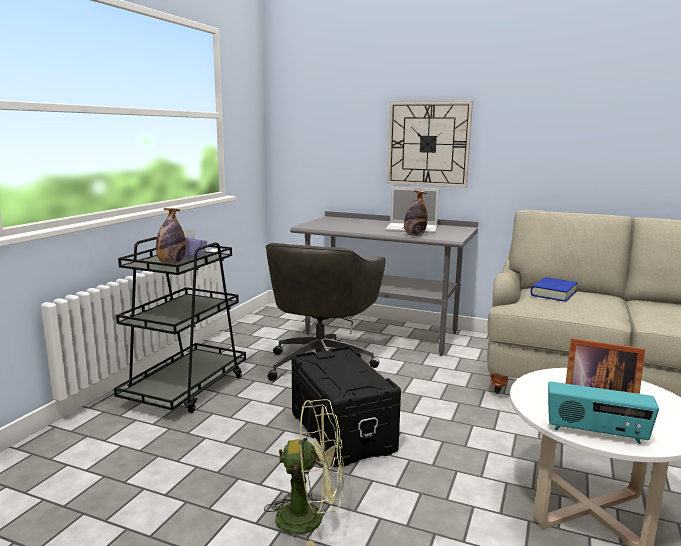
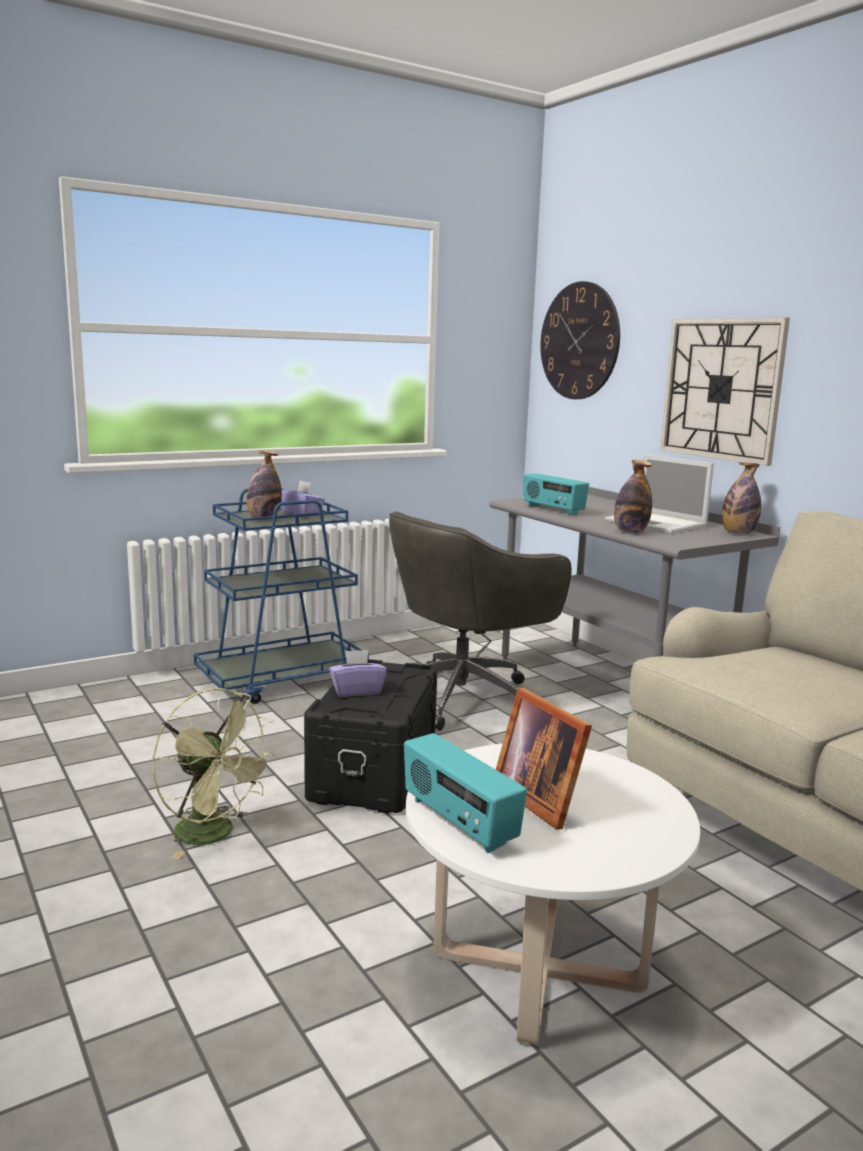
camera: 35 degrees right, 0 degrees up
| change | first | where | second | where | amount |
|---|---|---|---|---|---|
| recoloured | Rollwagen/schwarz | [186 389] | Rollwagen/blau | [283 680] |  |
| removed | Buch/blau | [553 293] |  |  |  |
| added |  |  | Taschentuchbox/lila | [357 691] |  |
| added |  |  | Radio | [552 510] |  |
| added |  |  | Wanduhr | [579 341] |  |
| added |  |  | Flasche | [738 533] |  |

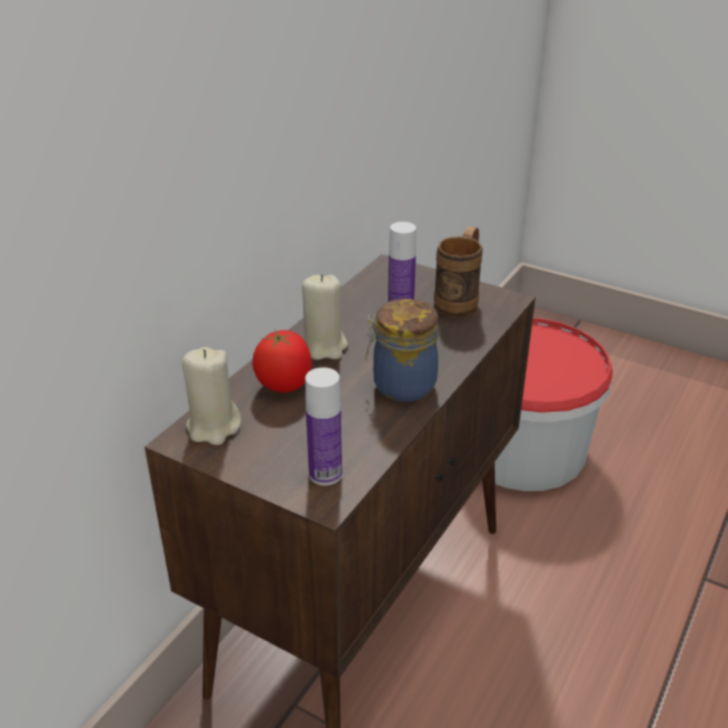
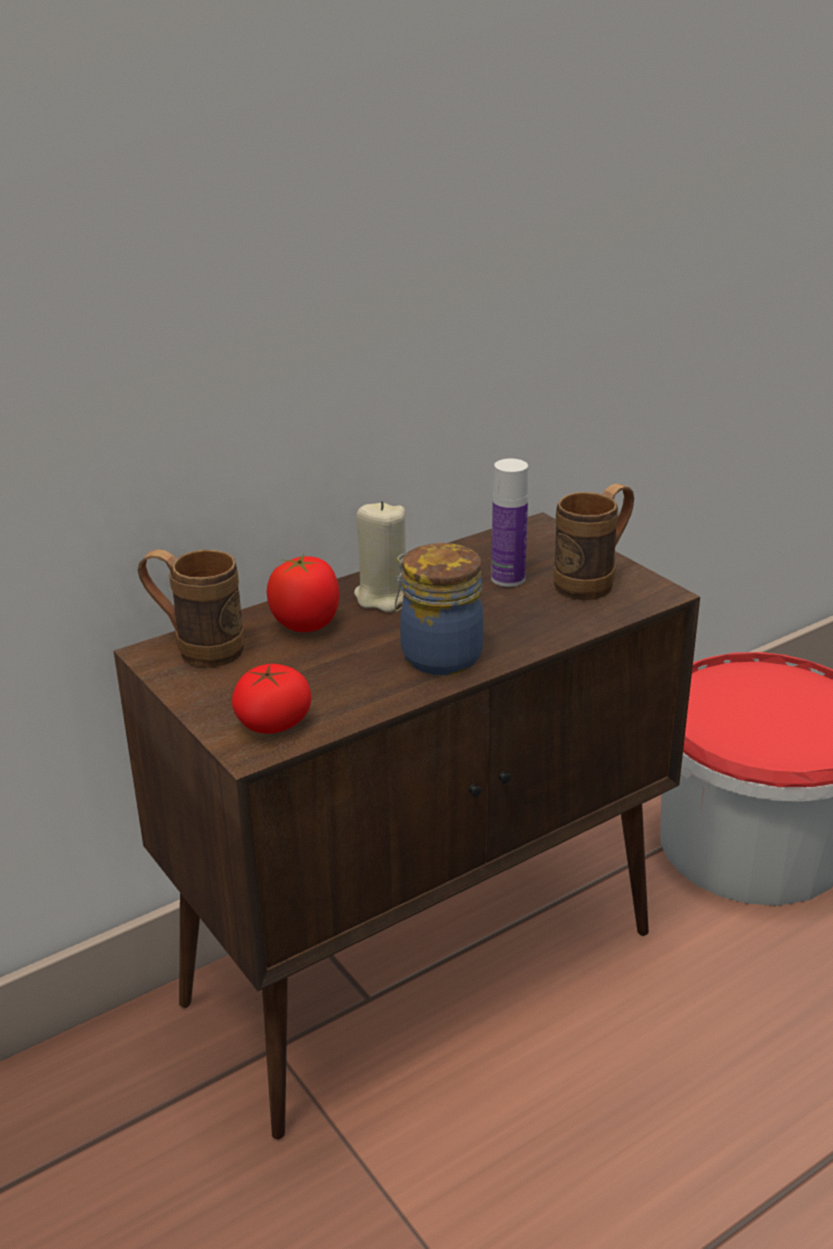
camera: 25 degrees right, 5 degrees down
| change | first | where | second | where | amount |
|---|---|---|---|---|---|
| replaced | Kerze/beige | [213 427] | Henkelbecher/braun | [196 649] |  |
| replaced | Flasche | [325 474] | Tomate | [273 723] |  |

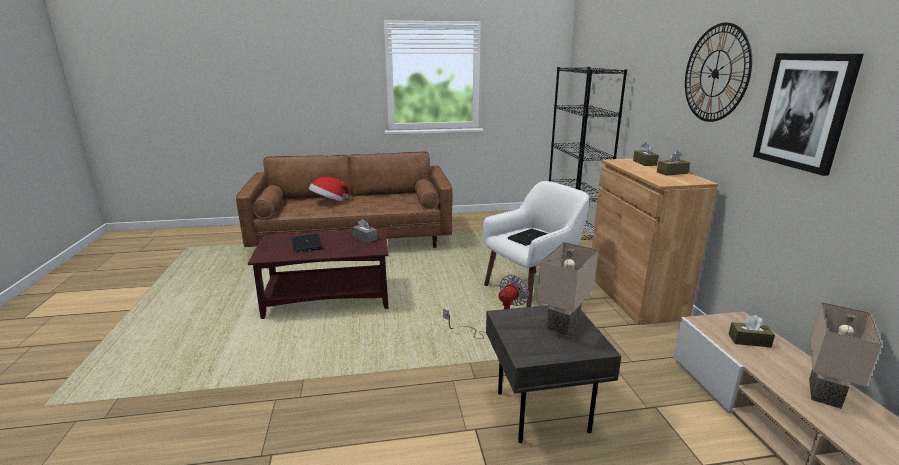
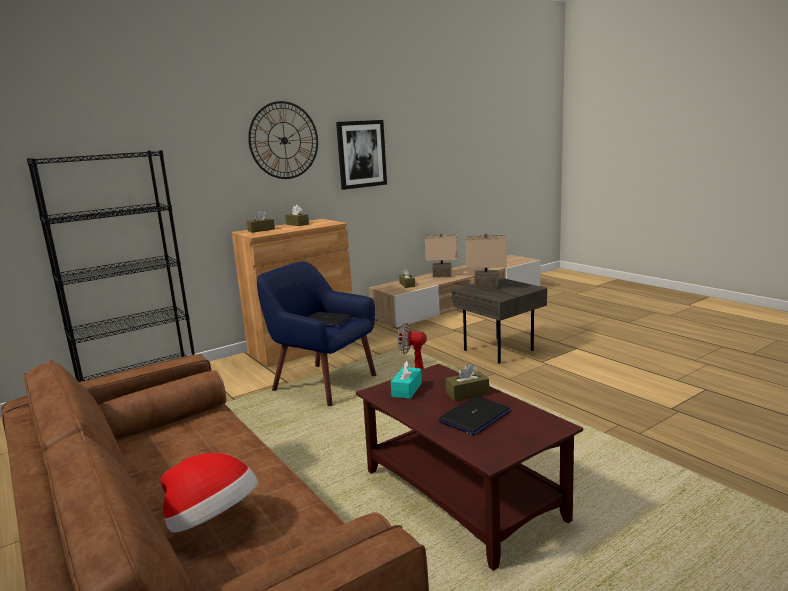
camera: 115 degrees left, 5 degrees down
| change | first | where | second | where | amount |
|---|---|---|---|---|---|
| recoloured | Taschentuchbox/grau | [365 238] | Taschentuchbox/türkis | [407 389] |  |
| recoloured | Sessel/weiß | [531 290] | Sessel/blau | [323 383] |  |
| added |  |  | Taschentuchbox/braun | [467 393] |  |

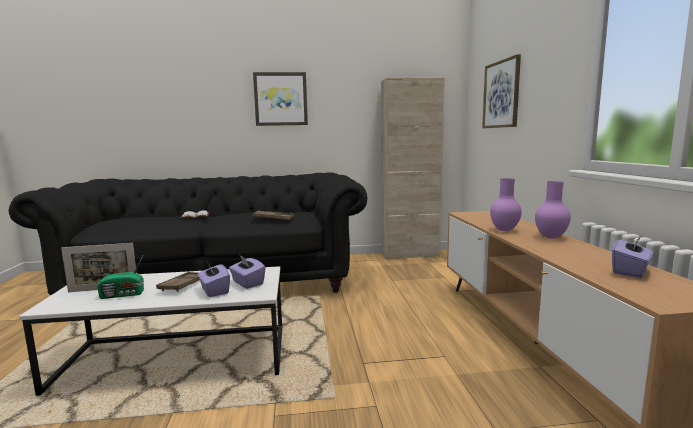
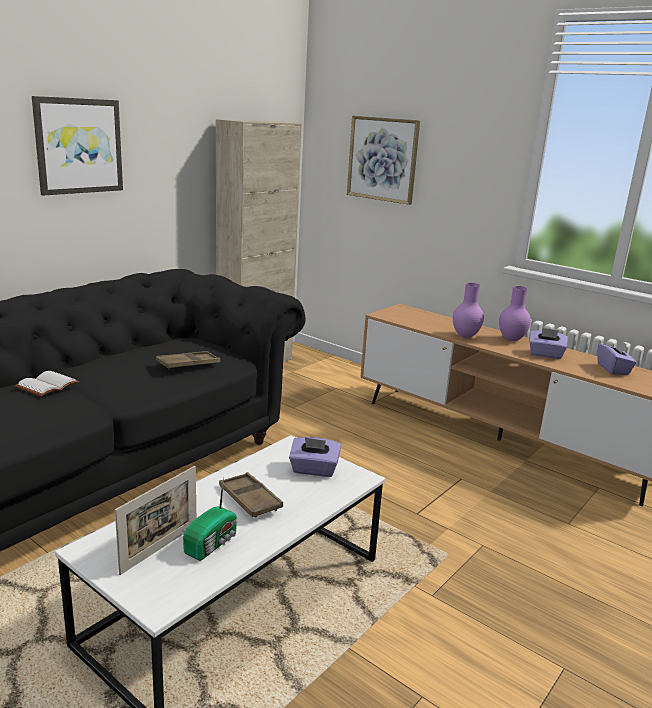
camera: 45 degrees left, 10 degrees up
| change | first | where | second | where | amount |
|---|---|---|---|---|---|
| moved | Taschentuchbox/lila | [214 291] |  | [545 354] |  |

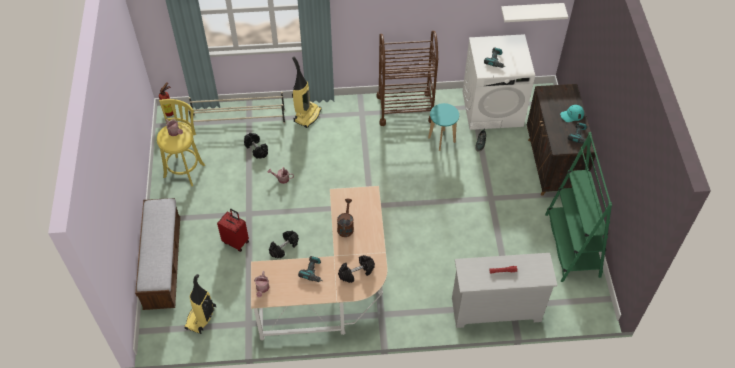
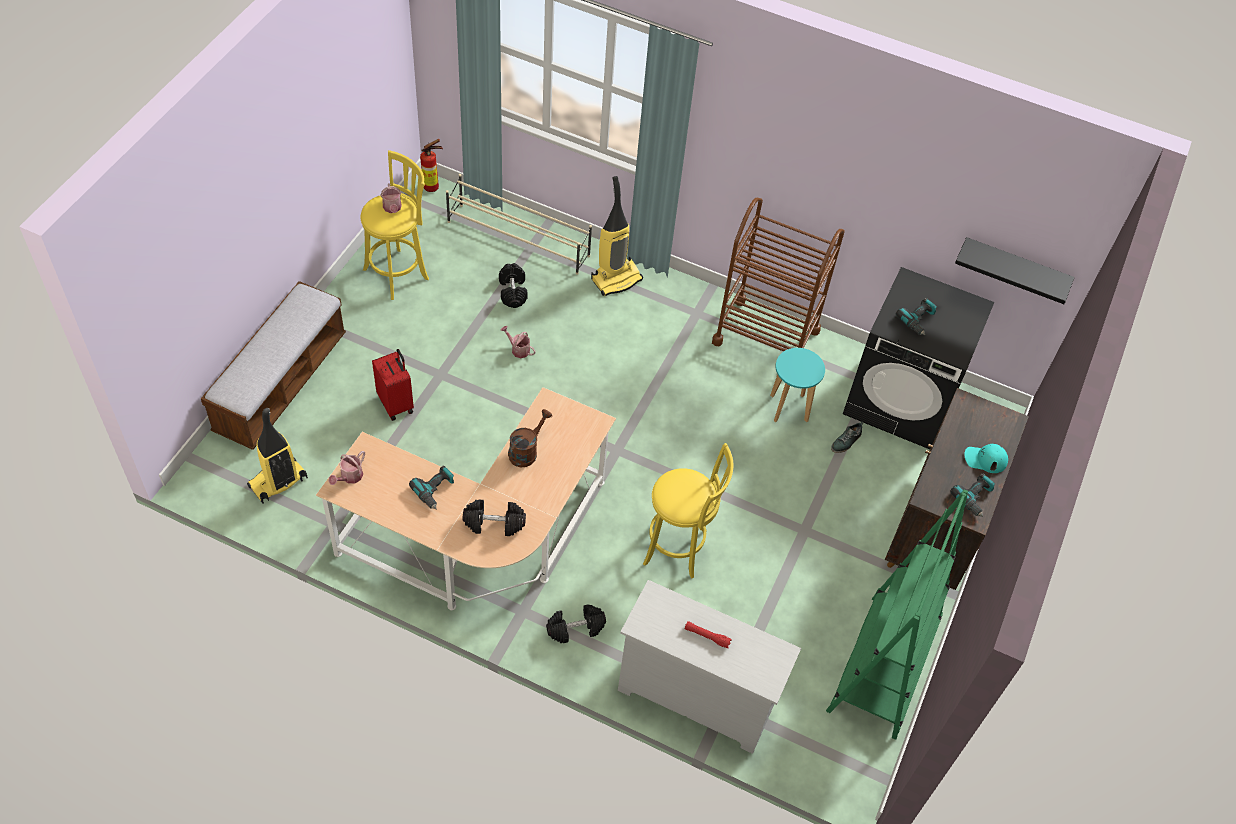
camera: 25 degrees right, 0 degrees up
| change | first | where | second | where | amount |
|---|---|---|---|---|---|
| moved | Hantel/schwarz | [284 247] |  | [575 628] |  |
| recoloured | Waschmaschine/weiß | [493 108] | Waschmaschine/schwarz | [901 400] |  |
| recoloured | Wandregal/weiß | [531 11] | Wandregal/schwarz | [1014 268] |  |
| added |  |  | Hocker/gelb | [679 548] |  |

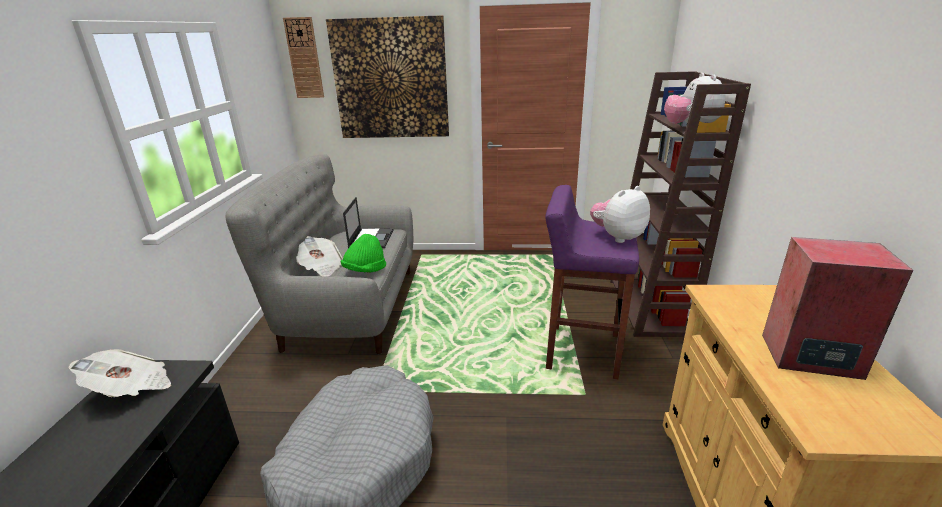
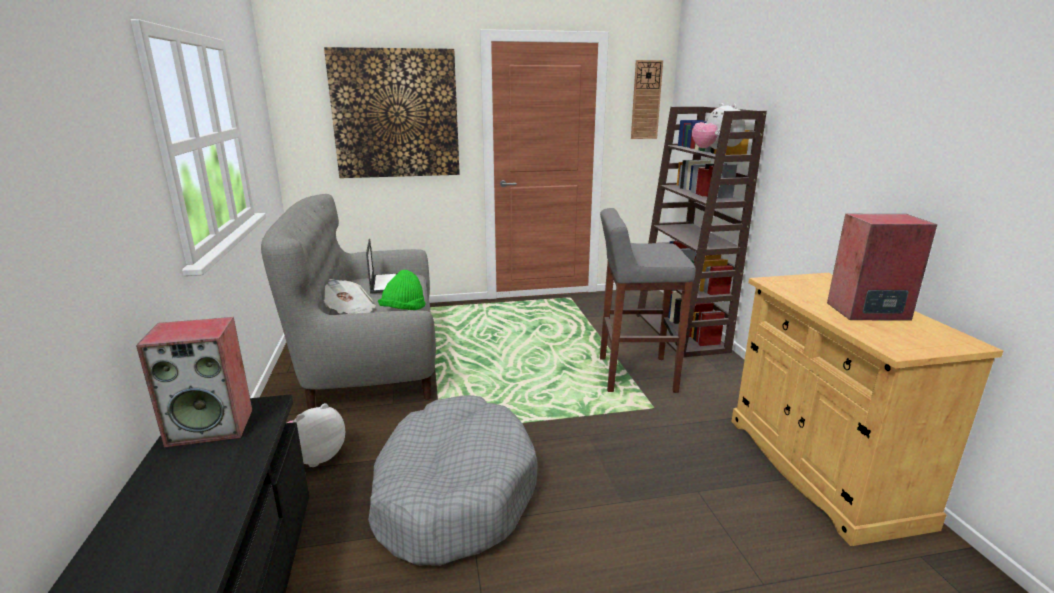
camera: 15 degrees left, 5 degrees down
| change | first | where | second | where | amount |
|---|---|---|---|---|---|
| replaced | Zeitung | [132 388] | Lautsprecher | [212 427] |  |
| moved | Wanduhr | [304 58] |  | [646 100] |  |
| recoloured | Hocker/lila | [581 351] | Hocker/grau | [635 374] |  |
| moved | Plüschtier | [617 237] |  | [316 457] |  |

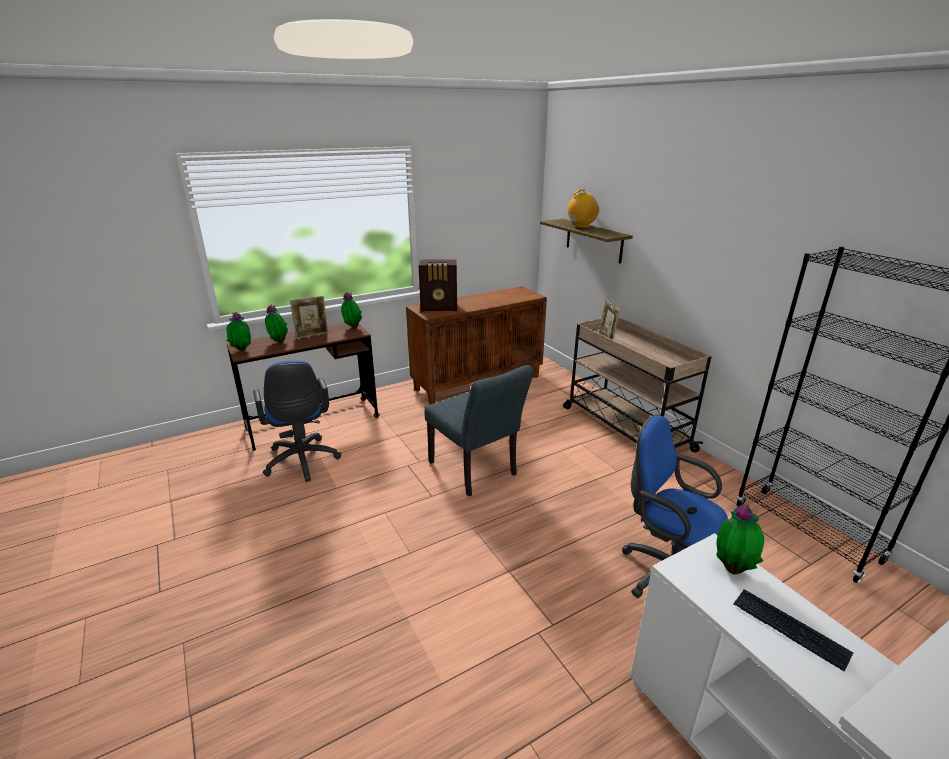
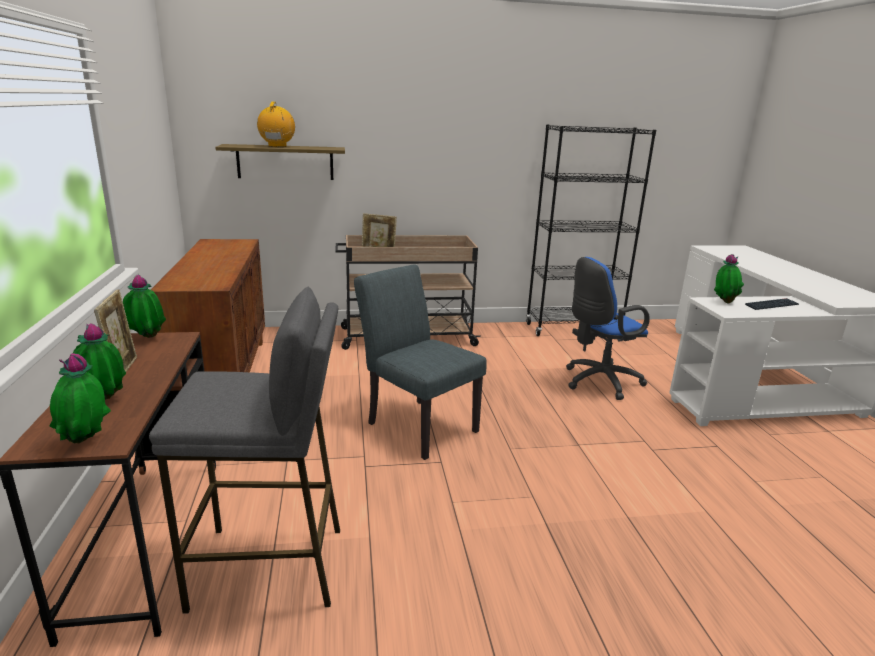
camera: 70 degrees left, 5 degrees down
| change | first | where | second | where | amount |
|---|---|---|---|---|---|
| replaced | Bürostuhl/blau | [302 462] | Hocker/grau | [269 567] |  |
| removed | Radio | [440 308] |  |  |  |
| turned | Stuhl/grau | [476 472] |  | [416 424] | 120 degrees counterclockwise |

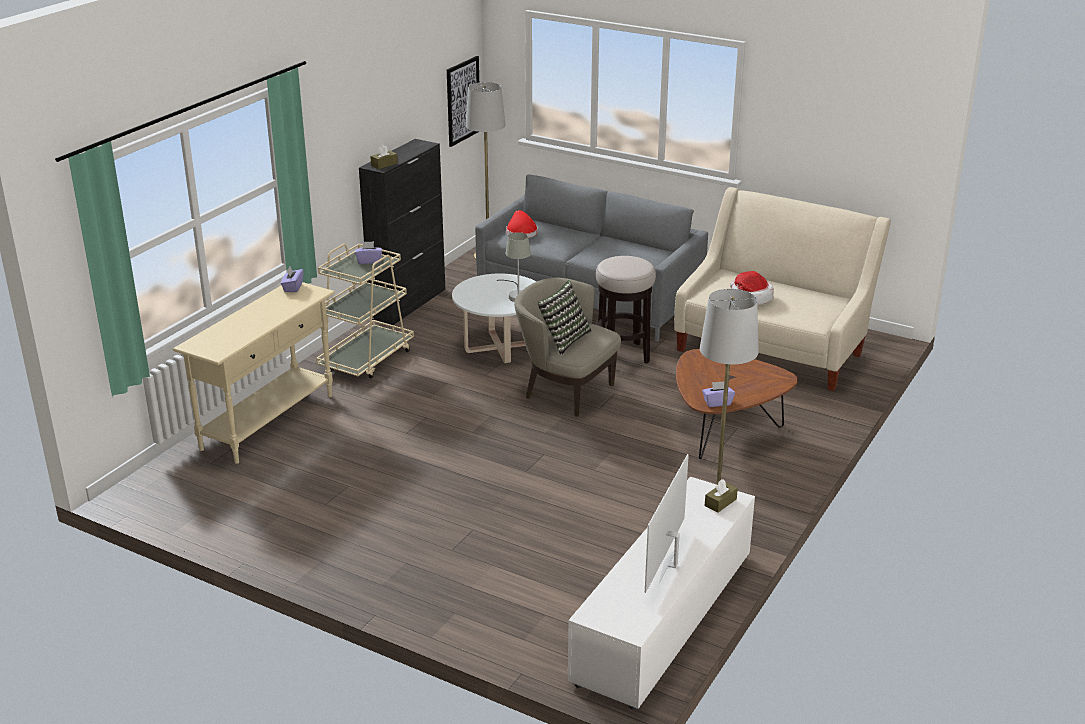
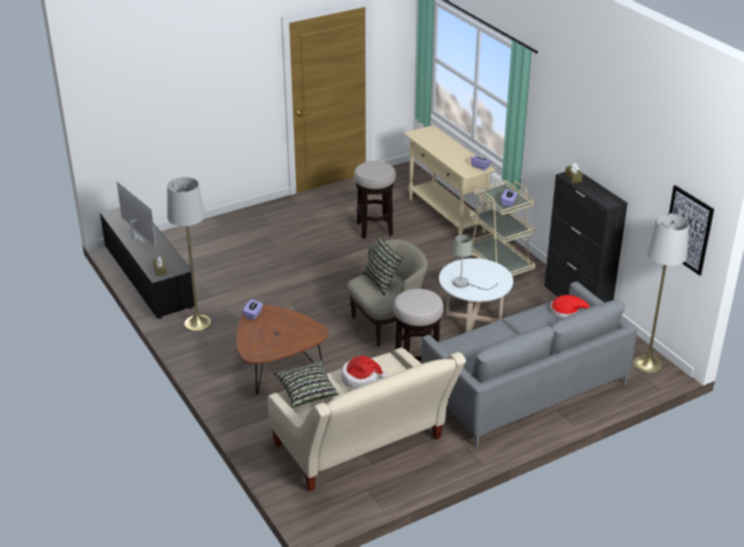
camera: 120 degrees right, 5 degrees up
| change | first | where | second | where | amount |
|---|---|---|---|---|---|
| recoloured | Fernsehschrank/weiß | [664 618] | Fernsehschrank/schwarz | [148 276] |  |
| added |  |  | Kissen | [307 392] |  |
| added |  |  | Hocker | [375 229] |  |

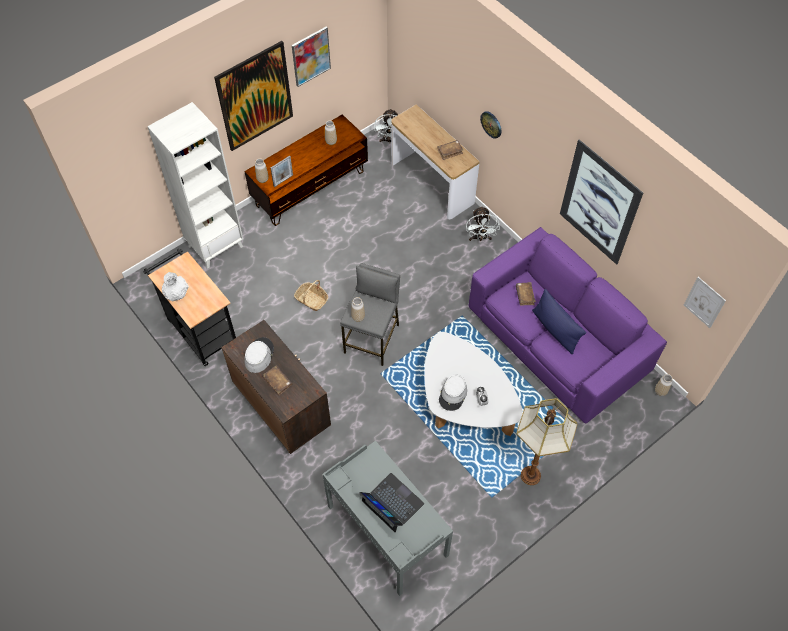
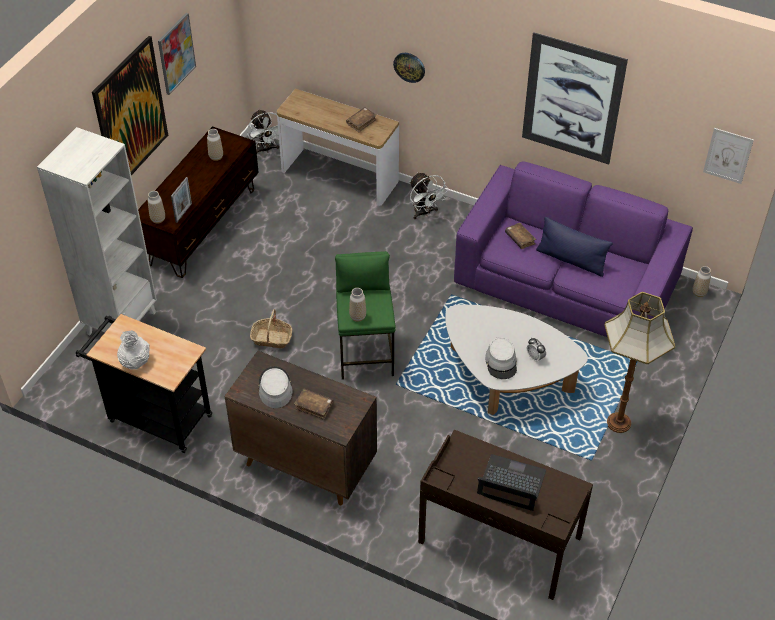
camera: 25 degrees left, 10 degrees down
| change | first | where | second | where | amount |
|---|---|---|---|---|---|
| recoloured | Schreibtisch/grau | [386 531] | Schreibtisch/braun | [499 540] |  |
| recoloured | Hocker/grau | [372 339] | Hocker/grün | [366 353] |  |

